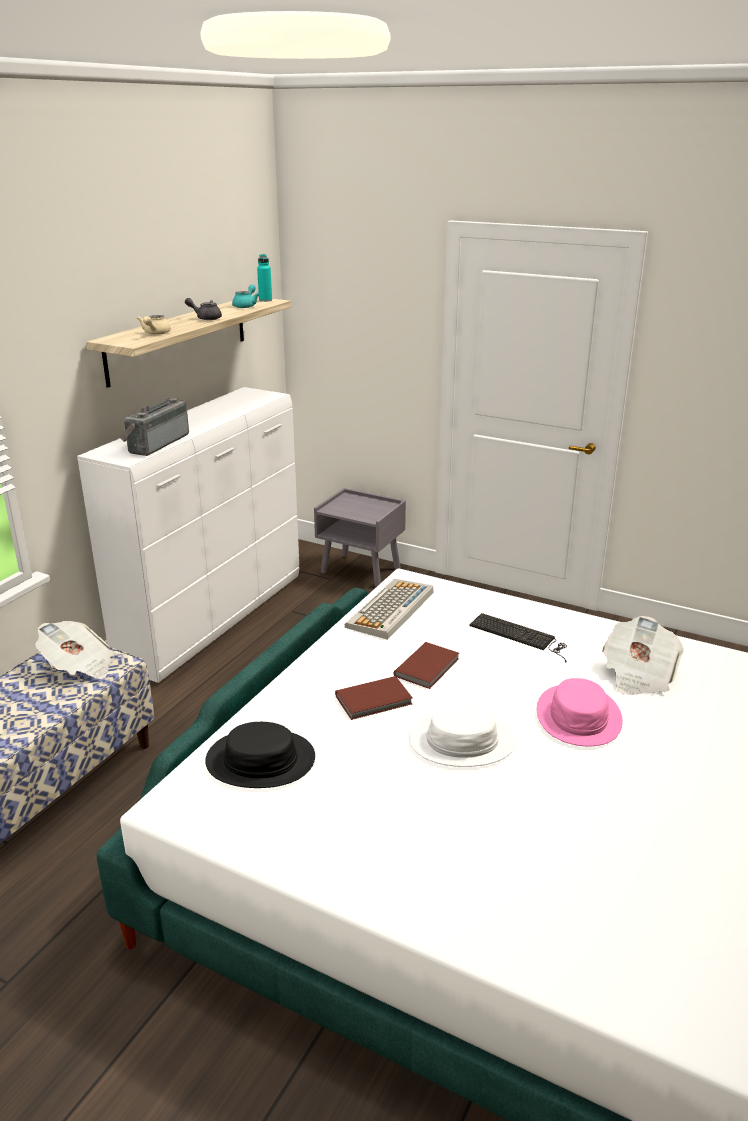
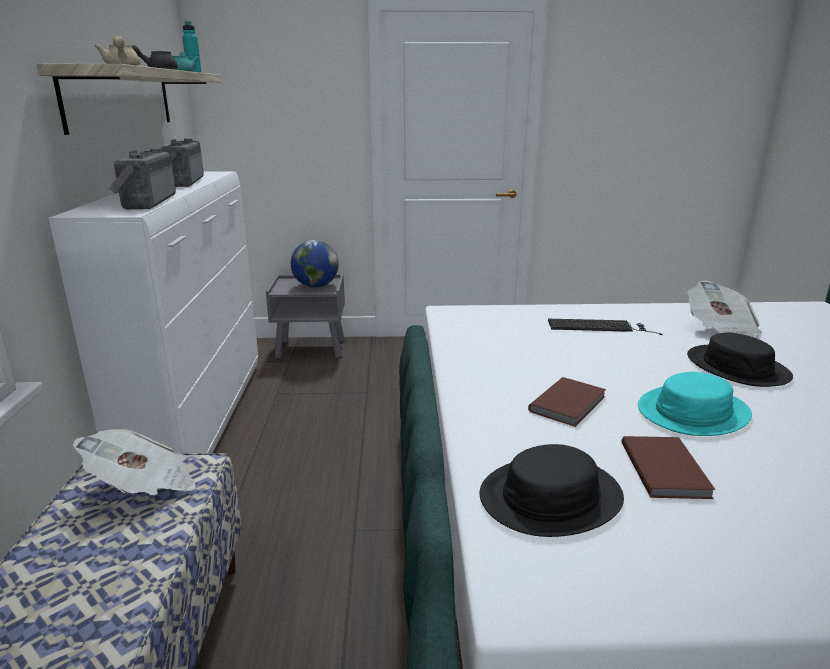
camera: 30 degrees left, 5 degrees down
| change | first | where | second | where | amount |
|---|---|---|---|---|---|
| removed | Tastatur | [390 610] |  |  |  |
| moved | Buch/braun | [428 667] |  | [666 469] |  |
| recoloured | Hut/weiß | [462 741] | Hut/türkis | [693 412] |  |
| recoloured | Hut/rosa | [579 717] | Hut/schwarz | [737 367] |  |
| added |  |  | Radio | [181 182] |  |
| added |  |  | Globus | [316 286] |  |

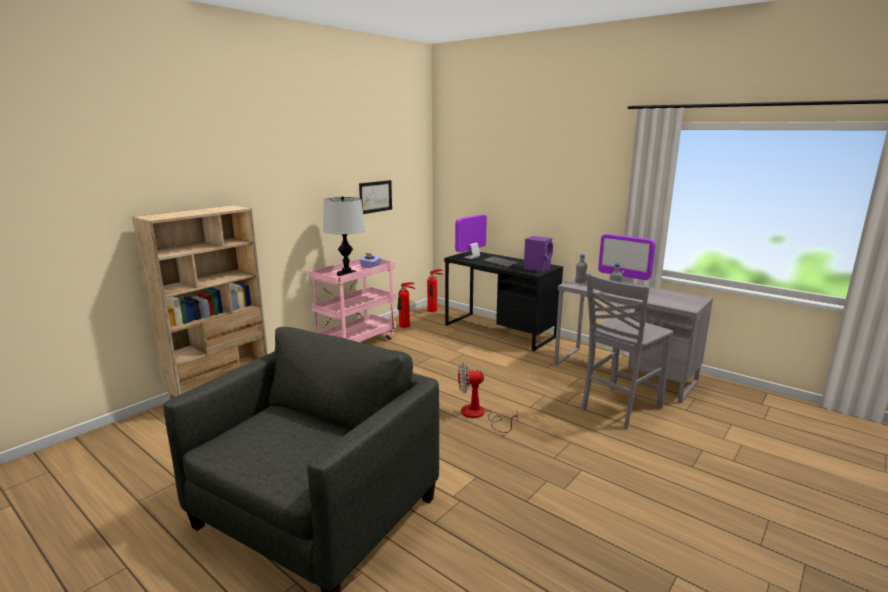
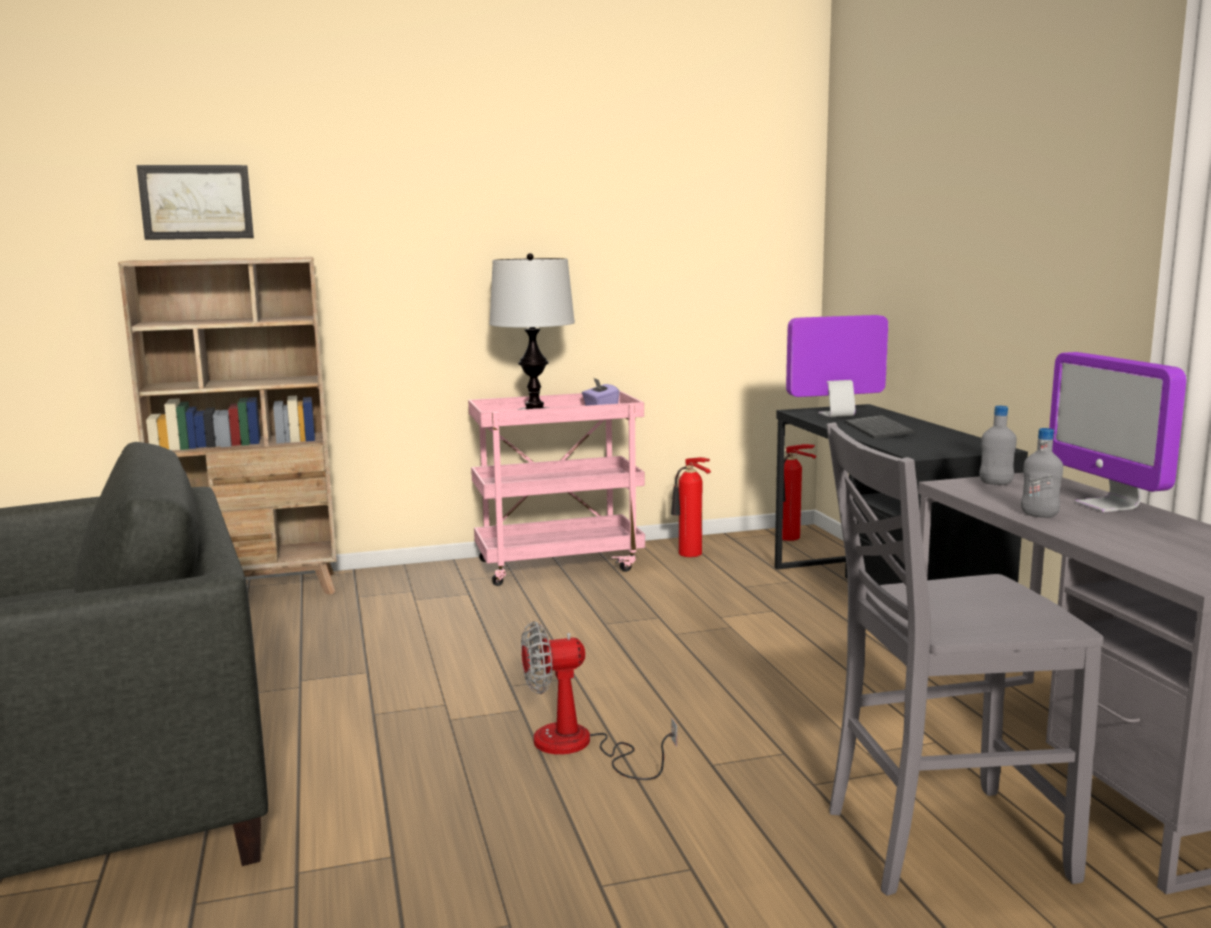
camera: 35 degrees right, 5 degrees down
| change | first | where | second | where | amount |
|---|---|---|---|---|---|
| moved | Bild | [375 196] |  | [196 202] |  |
| turned | Ventilator | [479 415] |  | [579 747] | 45 degrees counterclockwise |
| removed | Lautsprecher/lila | [537 268] |  |  |  |

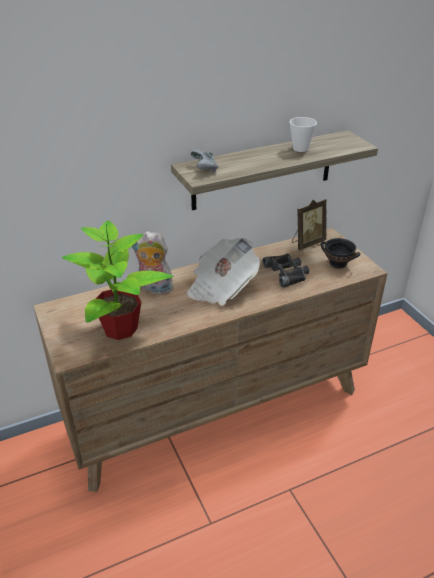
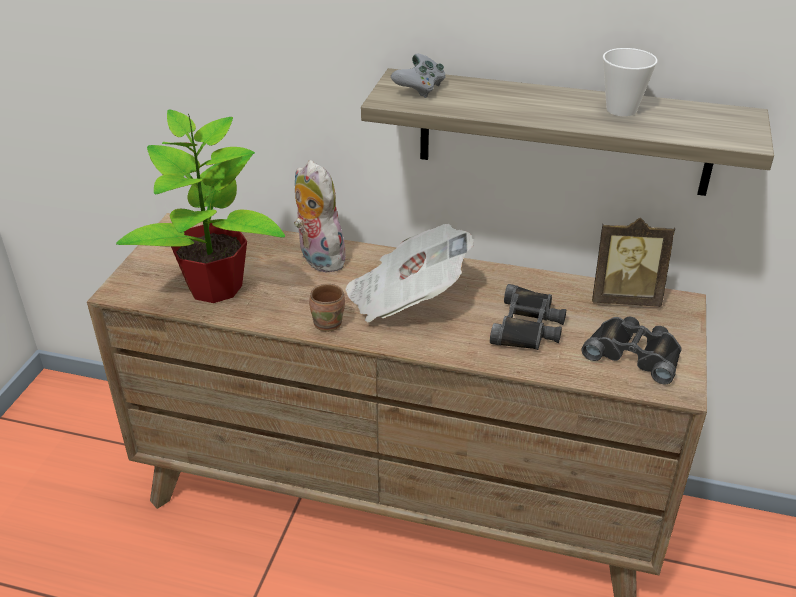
camera: 40 degrees right, 0 degrees up
| change | first | where | second | where | amount |
|---|---|---|---|---|---|
| replaced | Schüssel/schwarz | [338 264] | Fernglas/schwarz | [634 353] |  |
| added |  |  | Henkelbecher/braun | [329 322] |  |

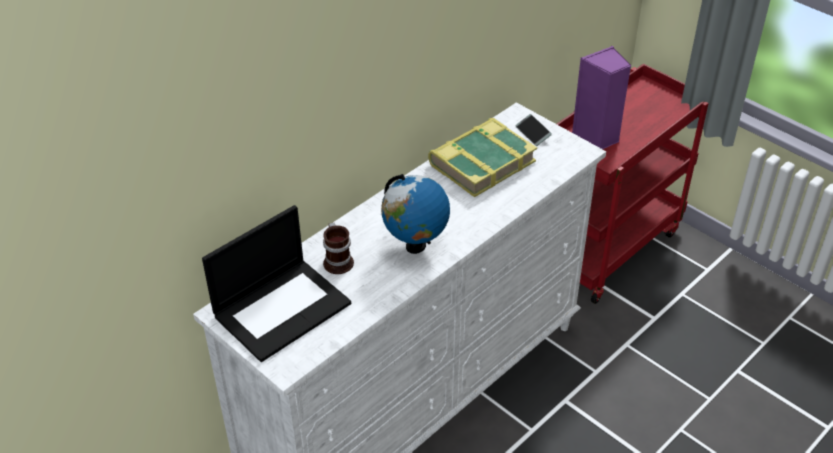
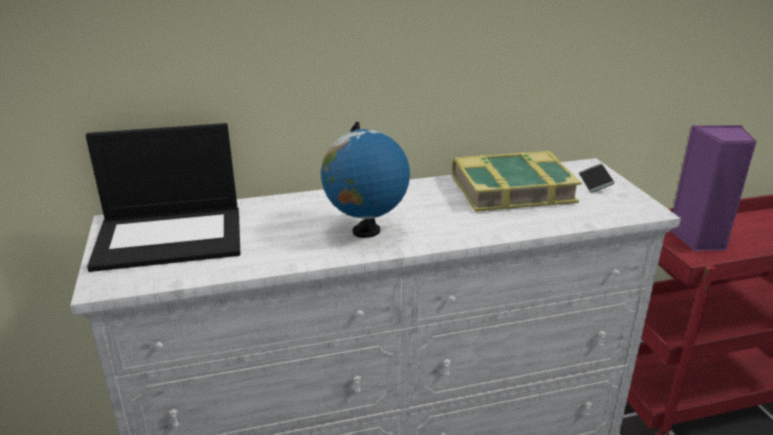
camera: 30 degrees right, 15 degrees down
| change | first | where | second | where | amount |
|---|---|---|---|---|---|
| removed | Henkelbecher | [339 260] |  |  |  |

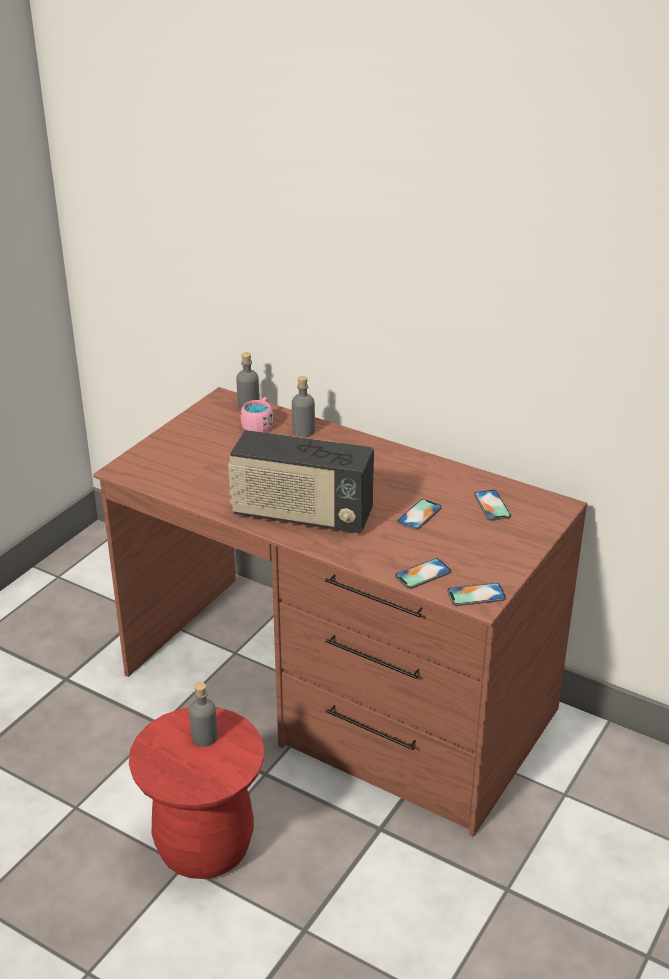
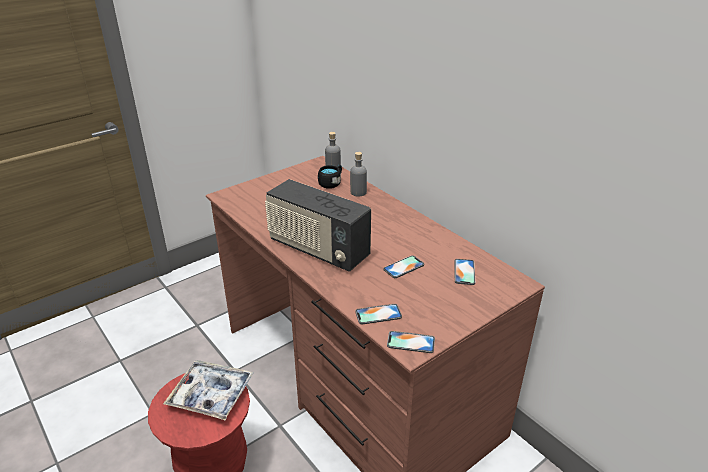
camera: 20 degrees right, 0 degrees up
| change | first | where | second | where | amount |
|---|---|---|---|---|---|
| replaced | Flasche/grau | [204 737] | Tablett | [211 394] |  |
| recoloured | Henkelbecher/rosa | [259 425] | Henkelbecher/schwarz | [331 183] |  |

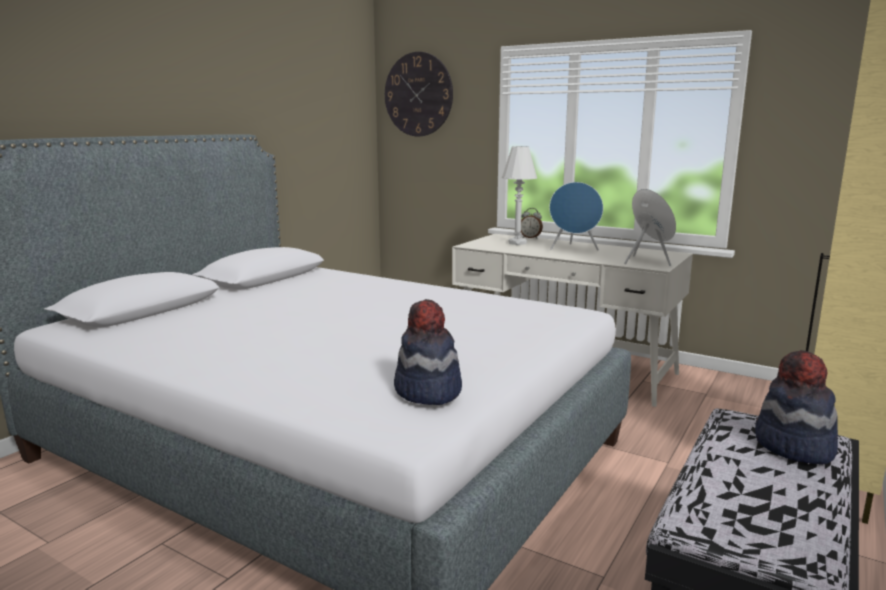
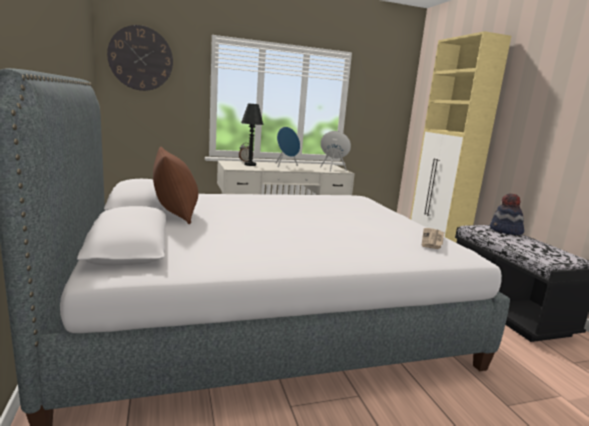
camera: 50 degrees left, 0 degrees up
| change | first | where | second | where | amount |
|---|---|---|---|---|---|
| replaced | Hut | [427 391] | Zeitung | [433 240] |  |
| recoloured | Tischlampe/weiß | [517 243] | Tischlampe/schwarz | [250 165] |  |
| added |  |  | Kissen/braun | [175 214] |  |

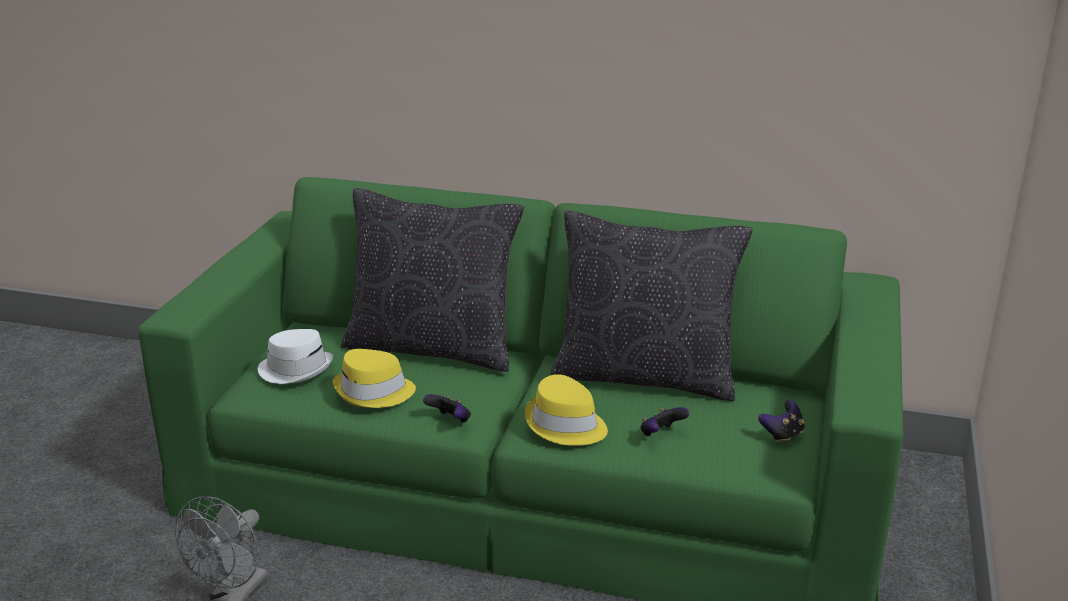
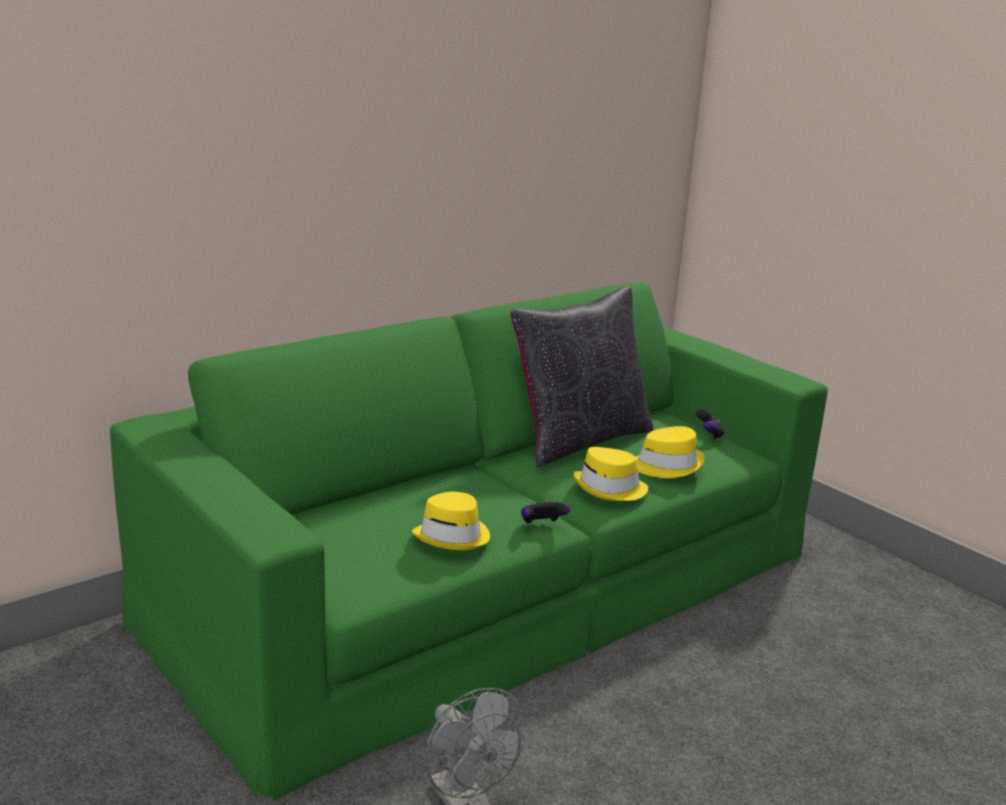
camera: 55 degrees left, 5 degrees down
| change | first | where | second | where | amount |
|---|---|---|---|---|---|
| removed | Hut/weiß | [296 369] |  |  |  |
| removed | Kissen/schwarz | [432 347] |  |  |  |
| replaced | Gamepad | [661 434] | Hut/gelb | [666 465] |  |

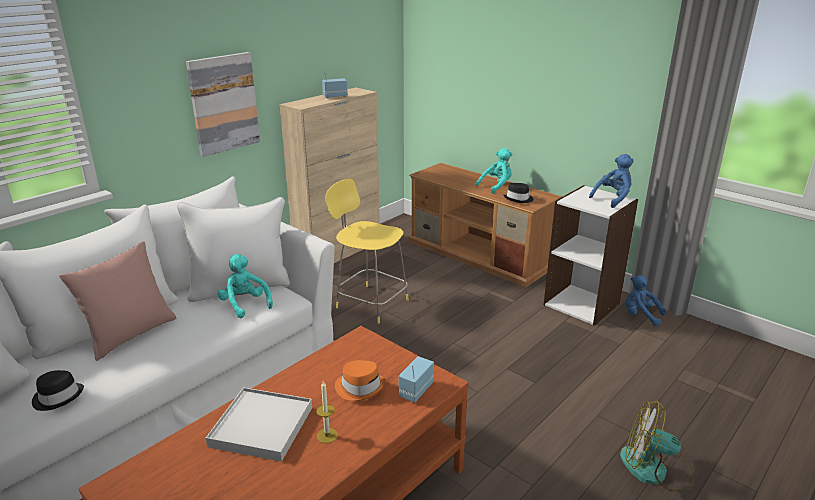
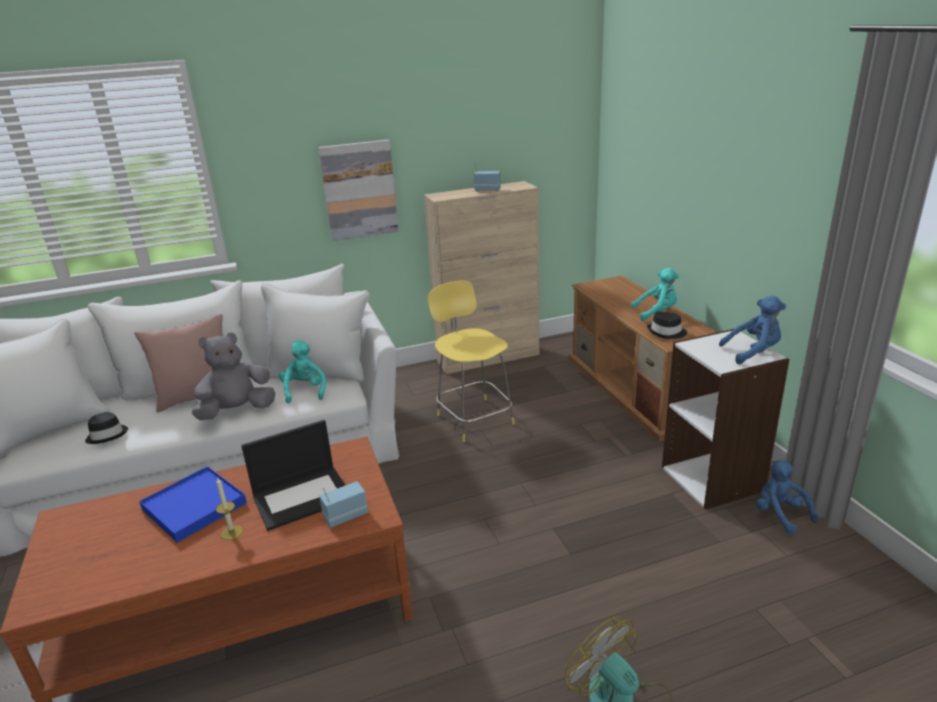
camera: 30 degrees right, 0 degrees up
| change | first | where | second | where | amount |
|---|---|---|---|---|---|
| recoloured | Tablett/weiß | [262 427] | Tablett/blau | [194 507] |  |
| replaced | Hut/orange | [360 387] | Laptop | [303 496] |  |
| added |  |  | Plüschtier/grau | [237 411] |  |

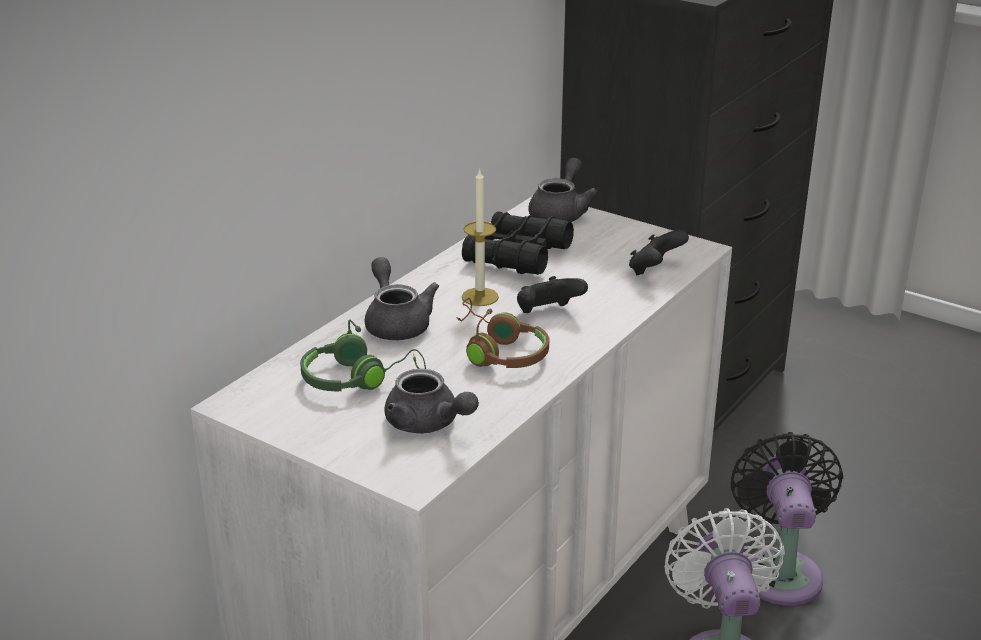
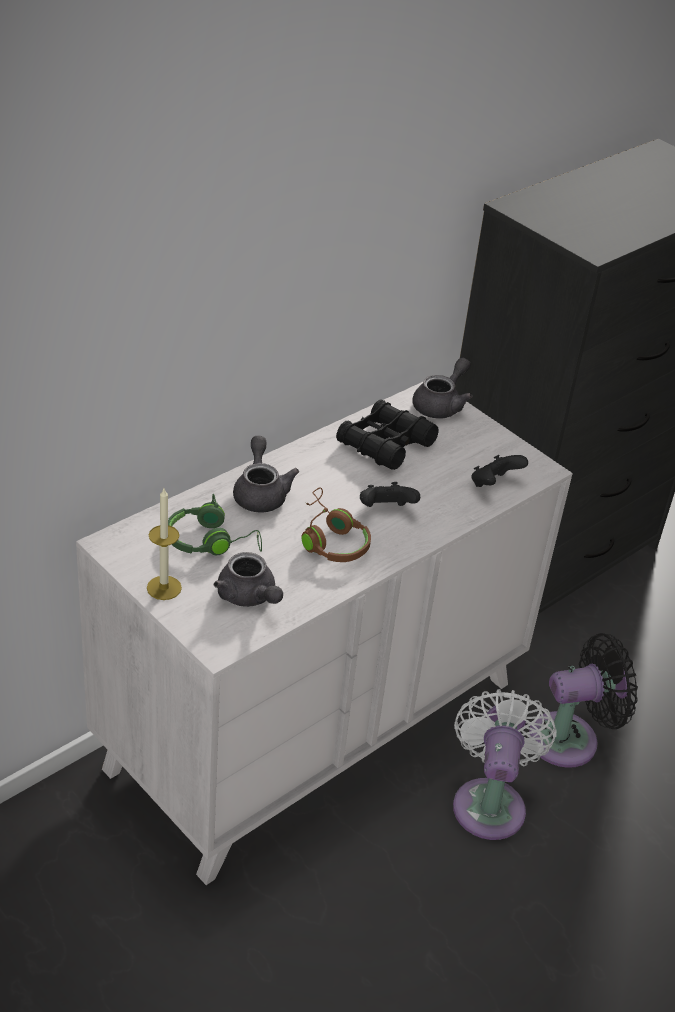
camera: 10 degrees right, 10 degrees up
| change | first | where | second | where | amount |
|---|---|---|---|---|---|
| moved | Kerze | [480 297] |  | [164 588] |  |
| turned | Ventilator/schwarz | [780 571] |  | [570 739] | 60 degrees clockwise |

